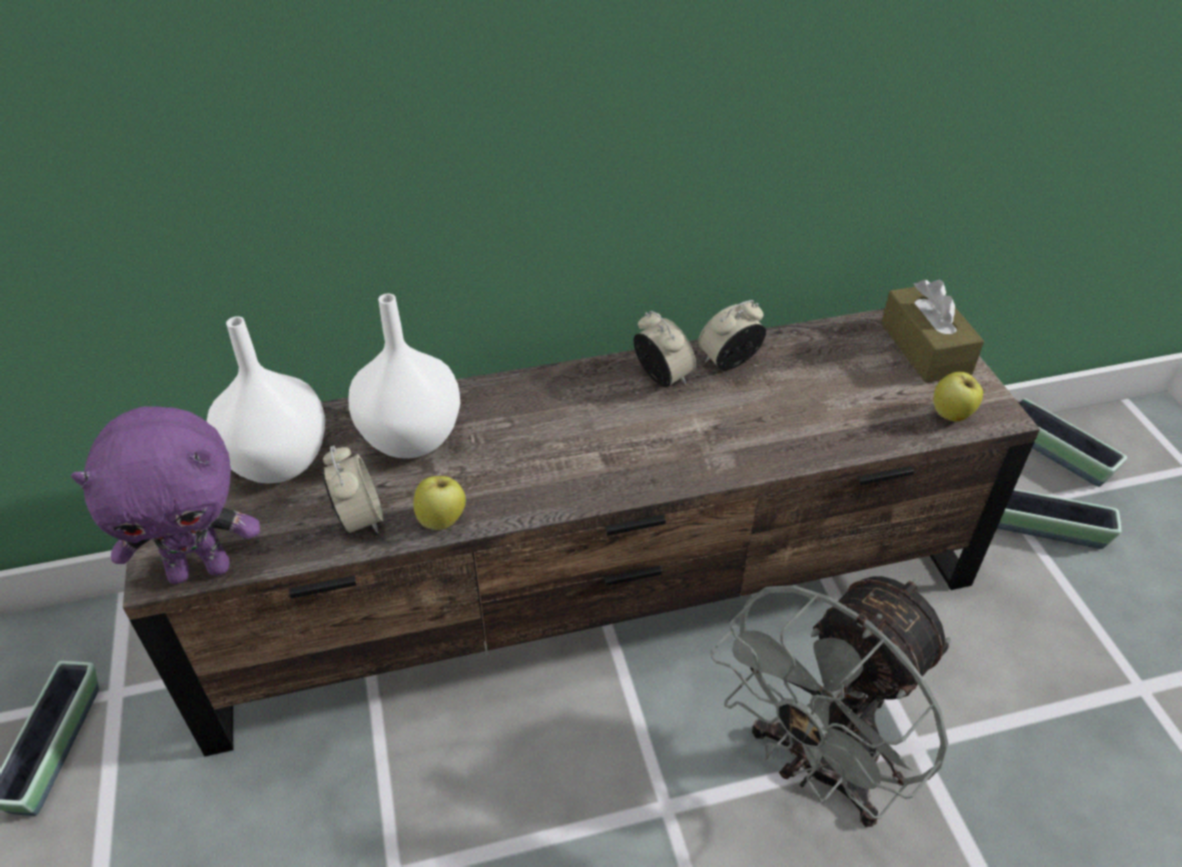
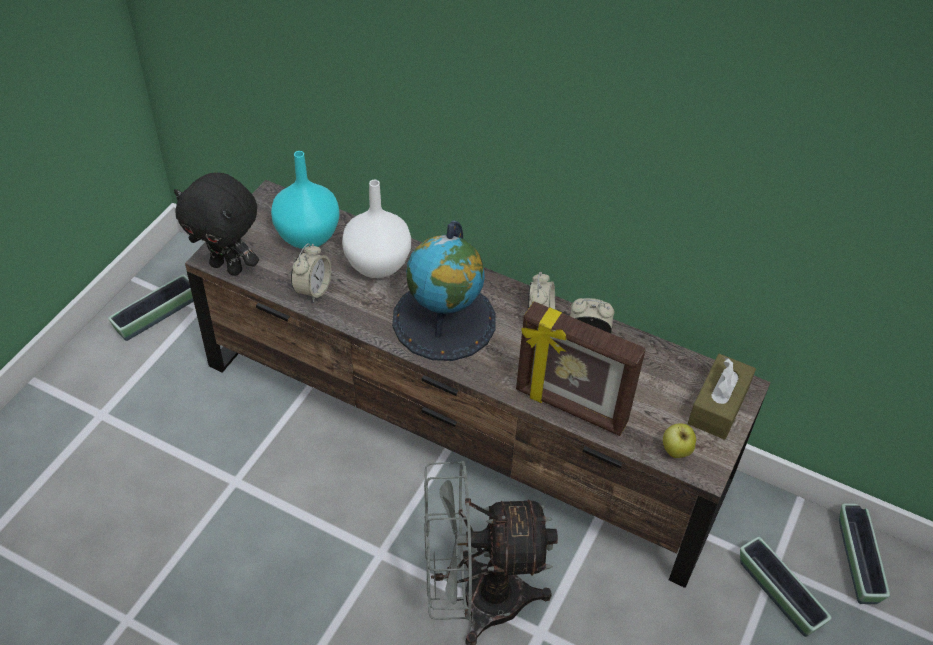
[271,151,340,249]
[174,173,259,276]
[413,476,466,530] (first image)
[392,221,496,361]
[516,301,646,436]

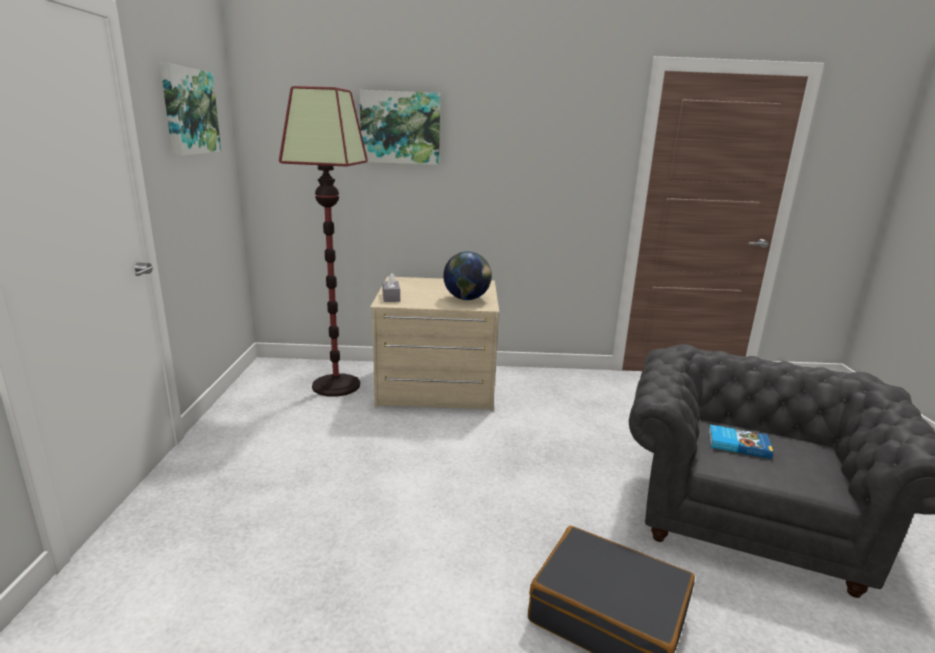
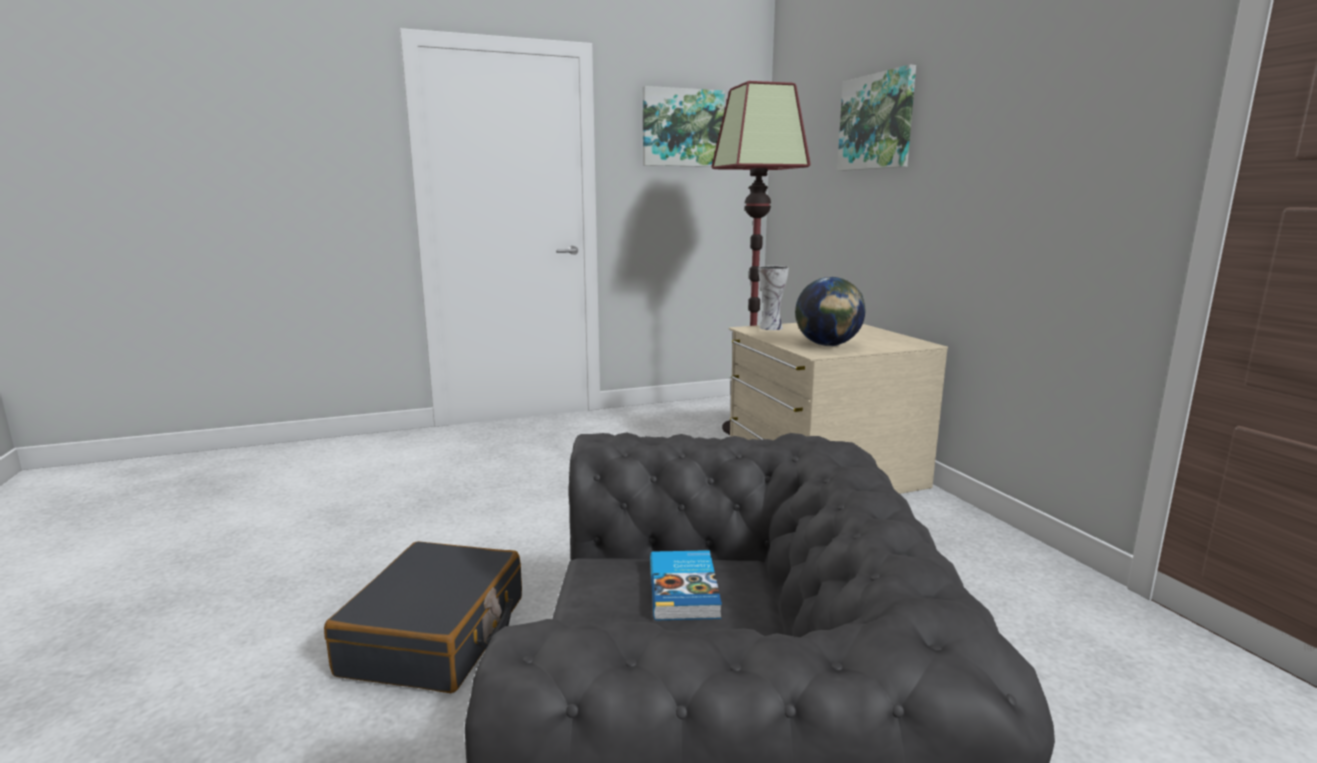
[758,266,789,330]

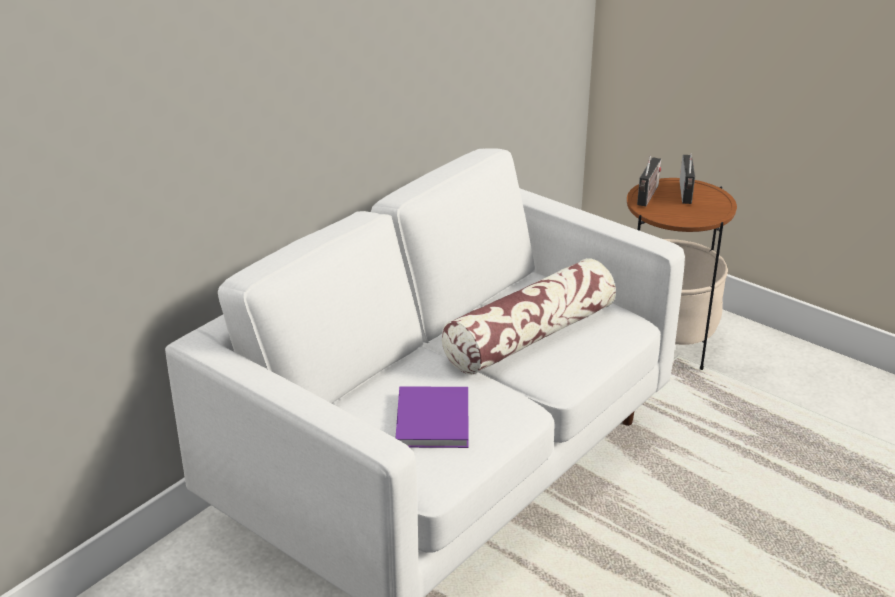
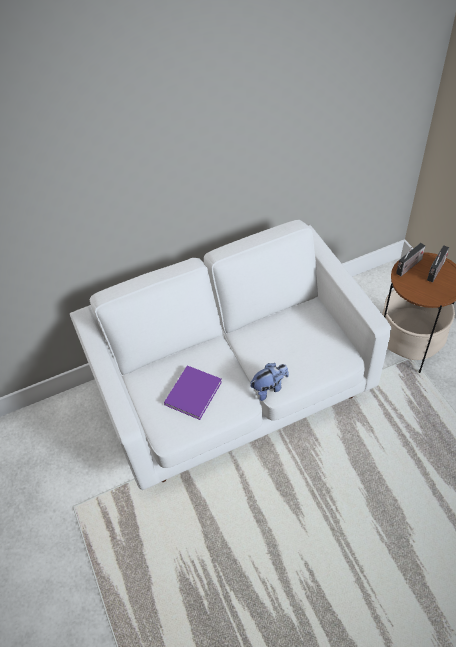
[442,258,616,375] (first image)
[250,363,289,401]

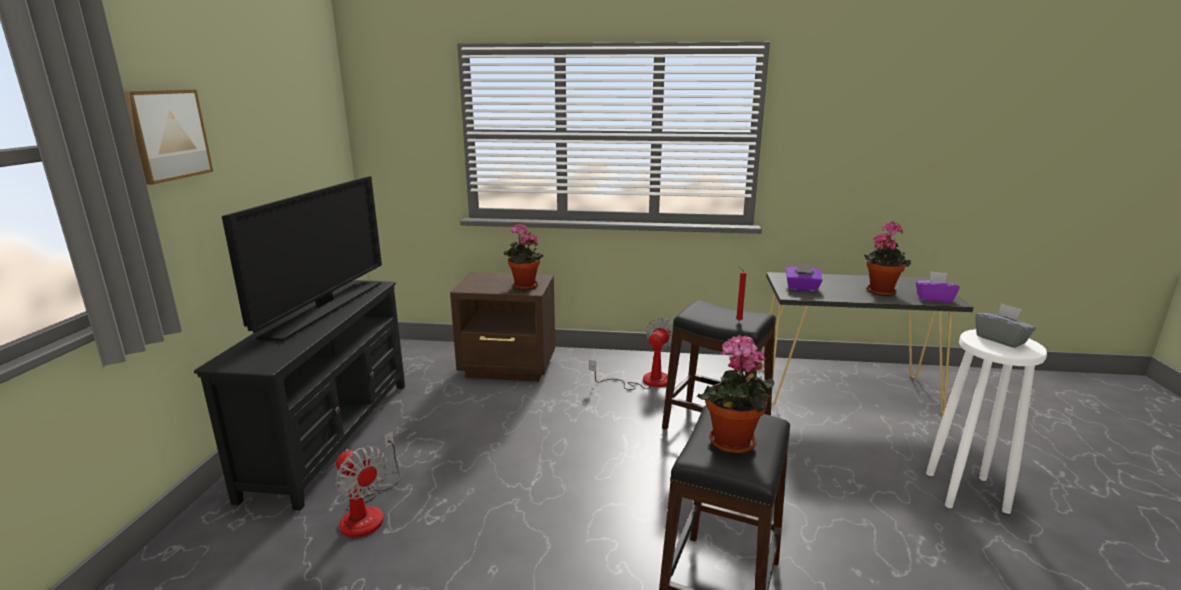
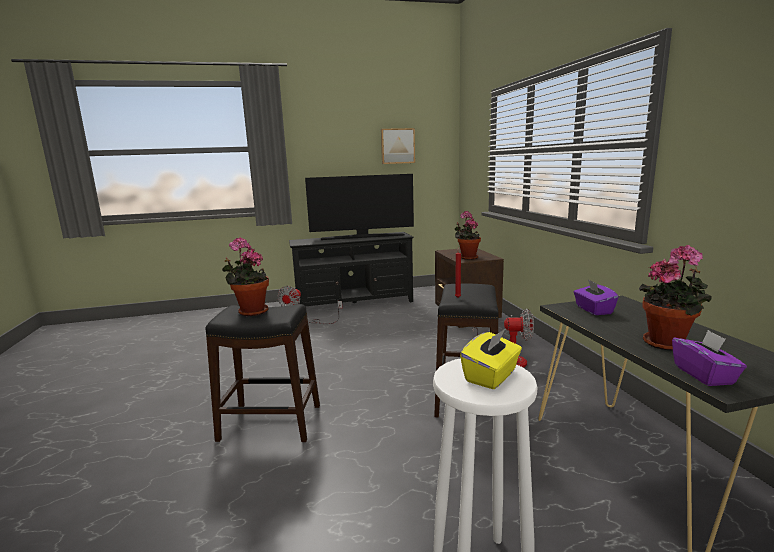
[381,128,415,164]
[460,328,522,389]

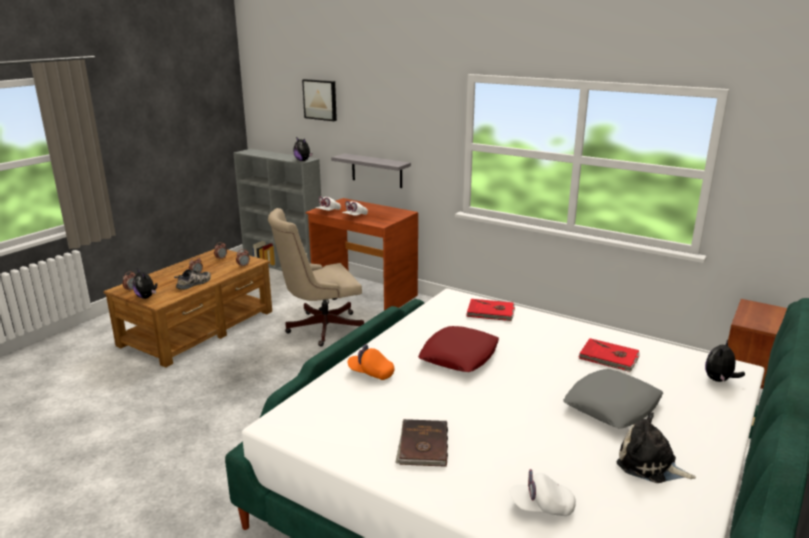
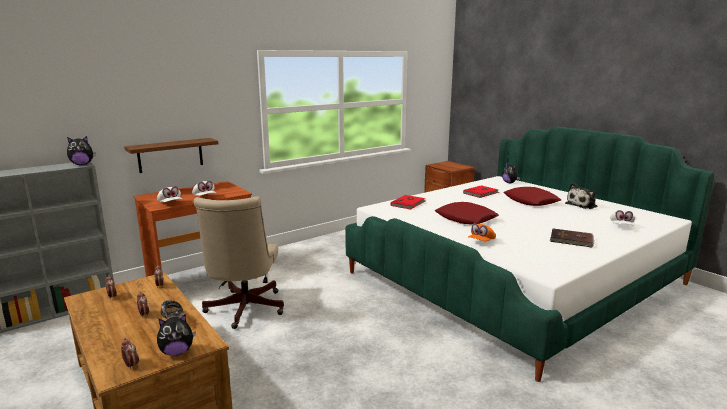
[302,79,337,121] (first image)
[124,138,218,173]
[504,187,561,206]

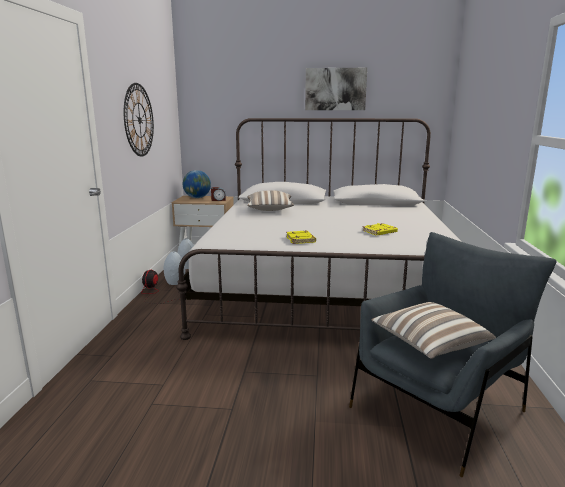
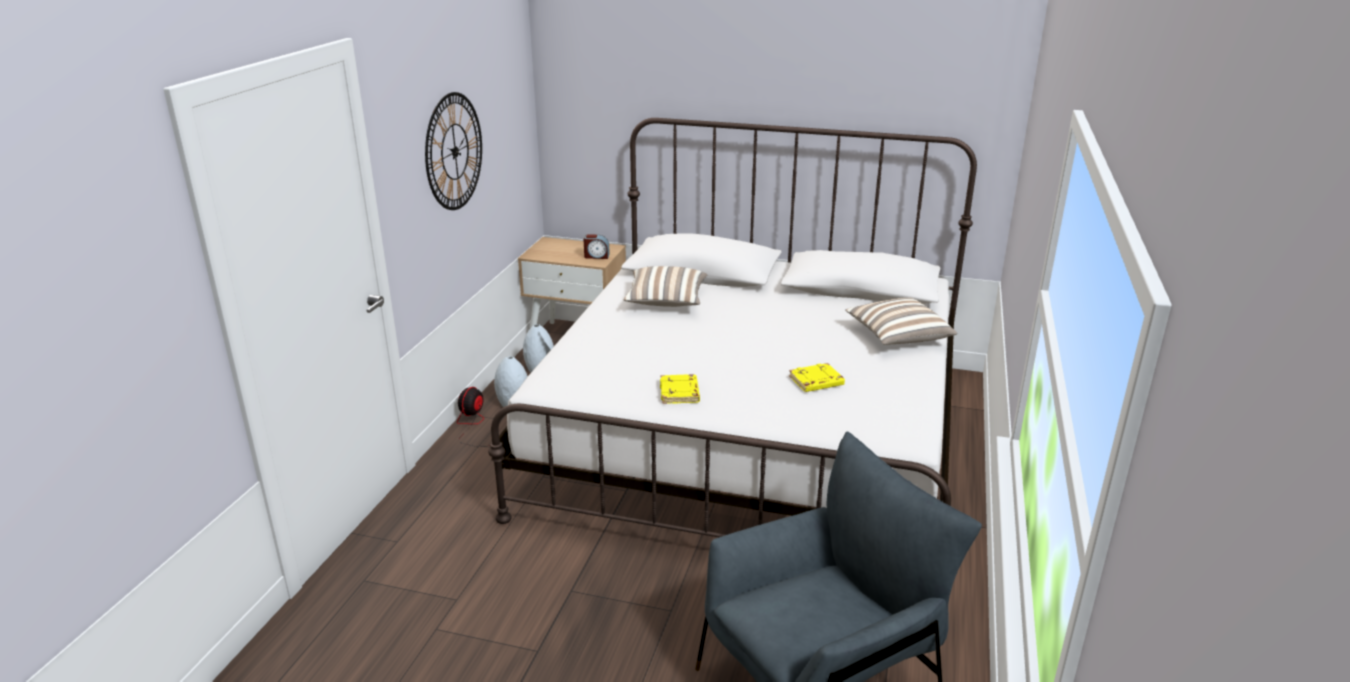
[305,68,367,110] (first image)
[182,170,211,198] (first image)
[846,298,957,345]

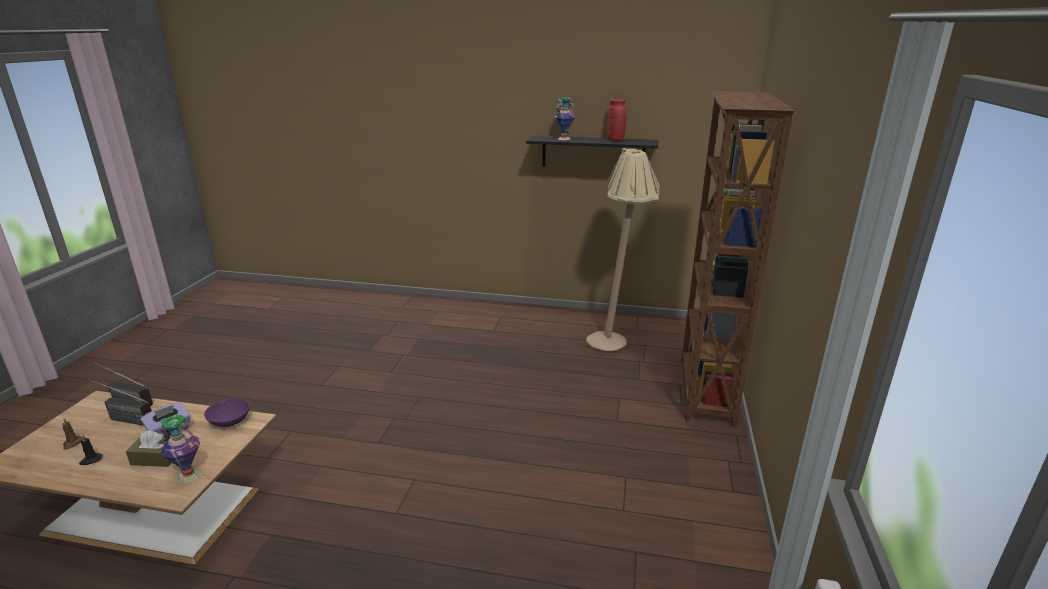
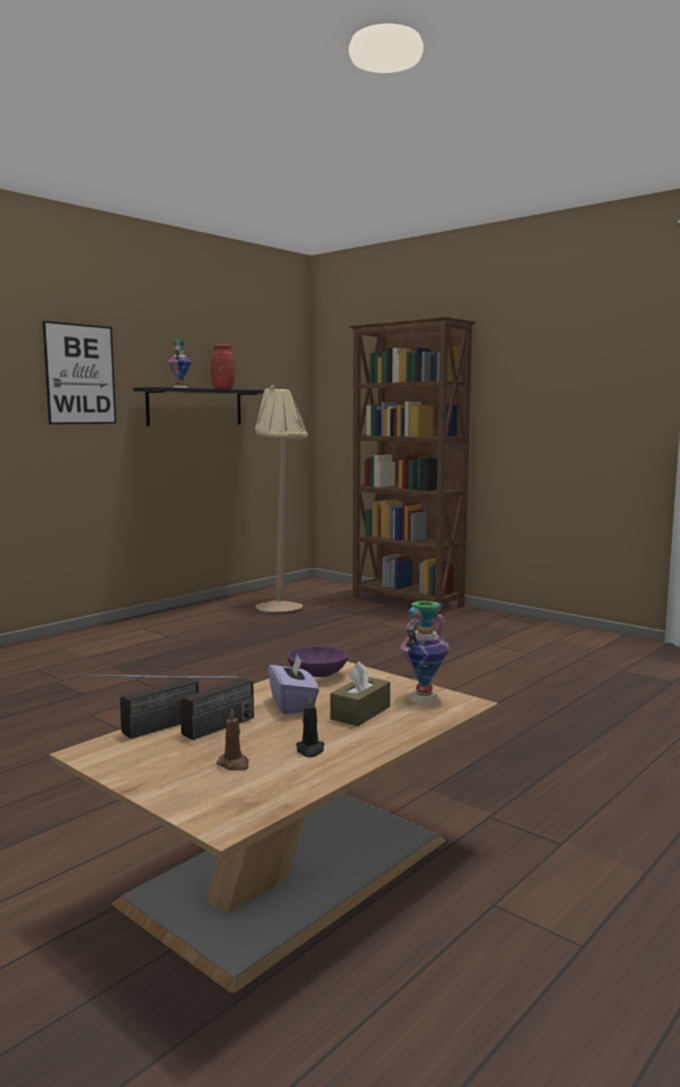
[43,321,116,424]

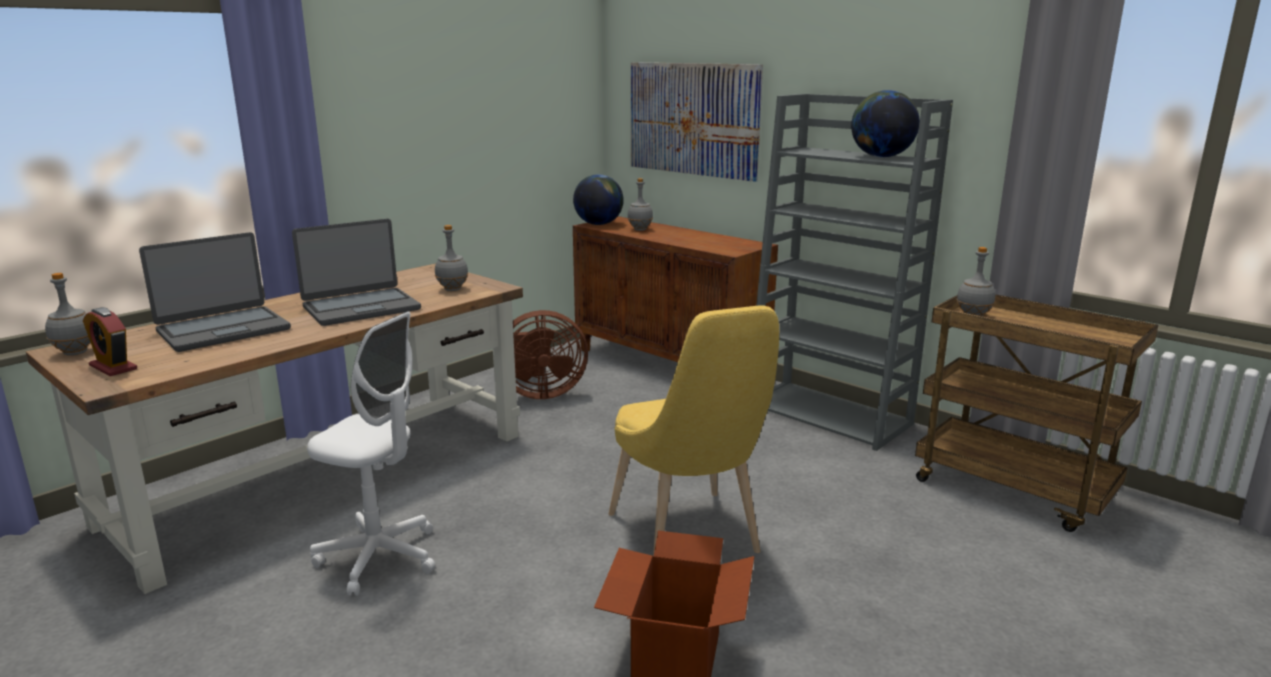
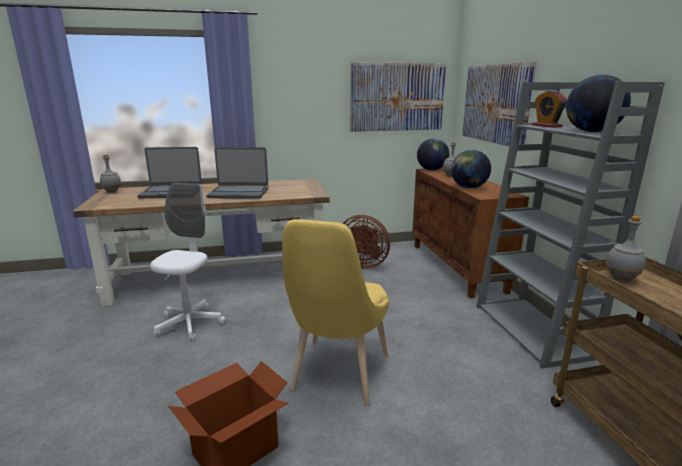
[435,225,468,291] (first image)
[532,90,567,128]
[150,183,225,341]
[350,62,446,132]
[451,150,491,188]

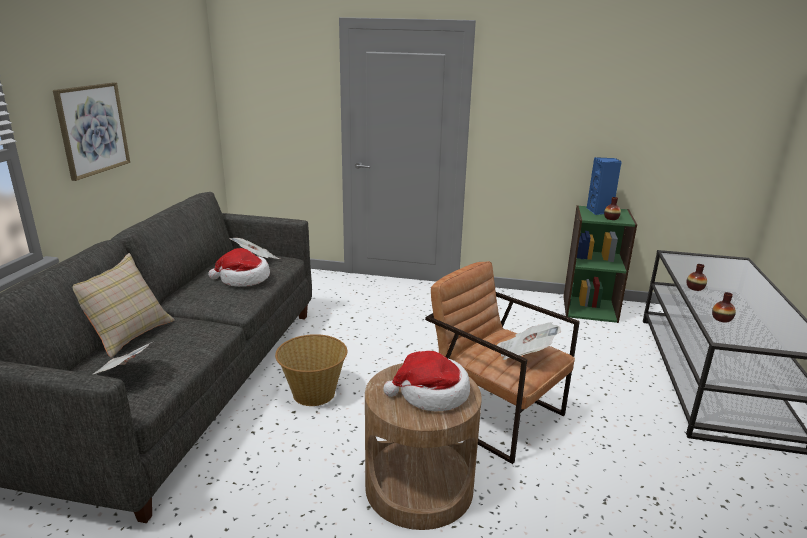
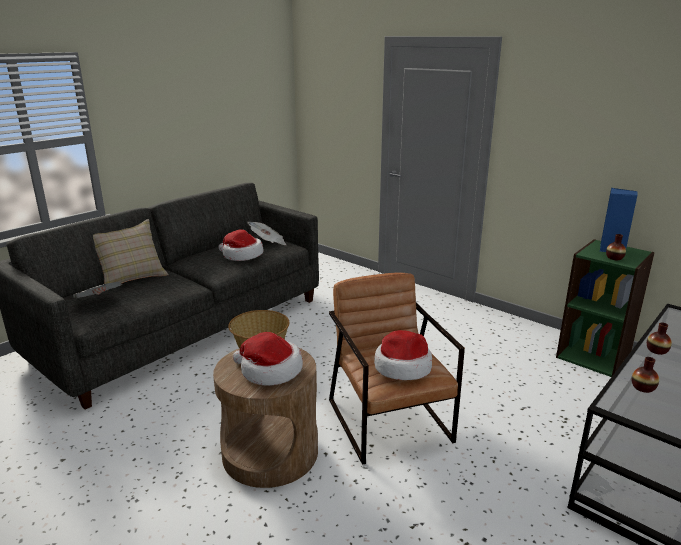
[53,82,130,181] (first image)
[374,330,432,380]

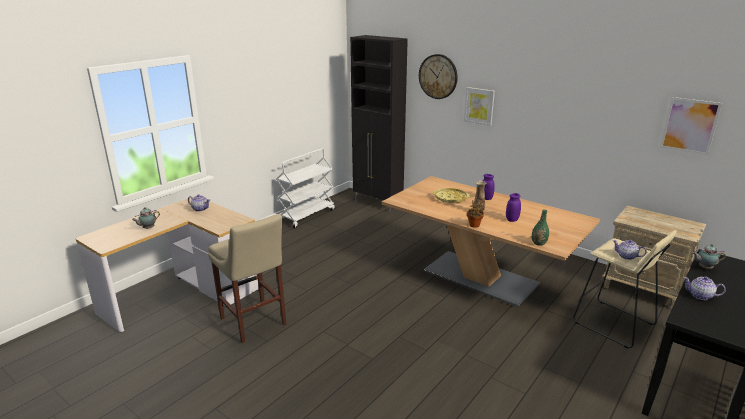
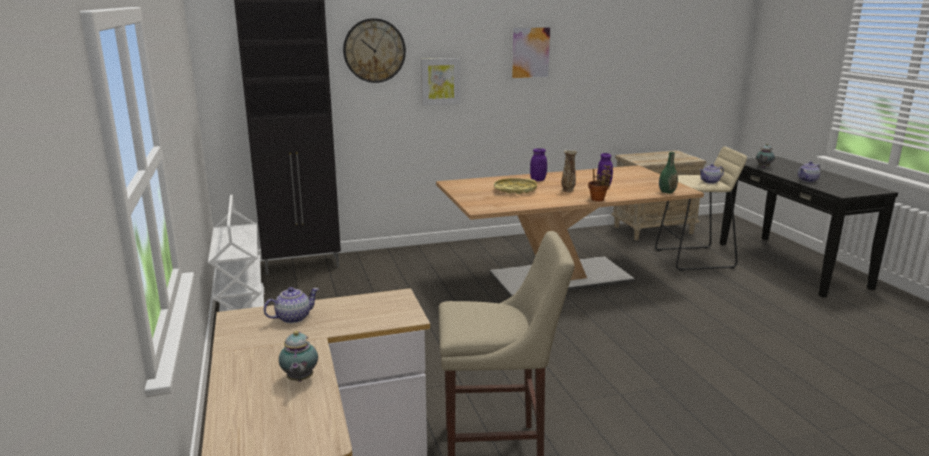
[509,25,553,81]

